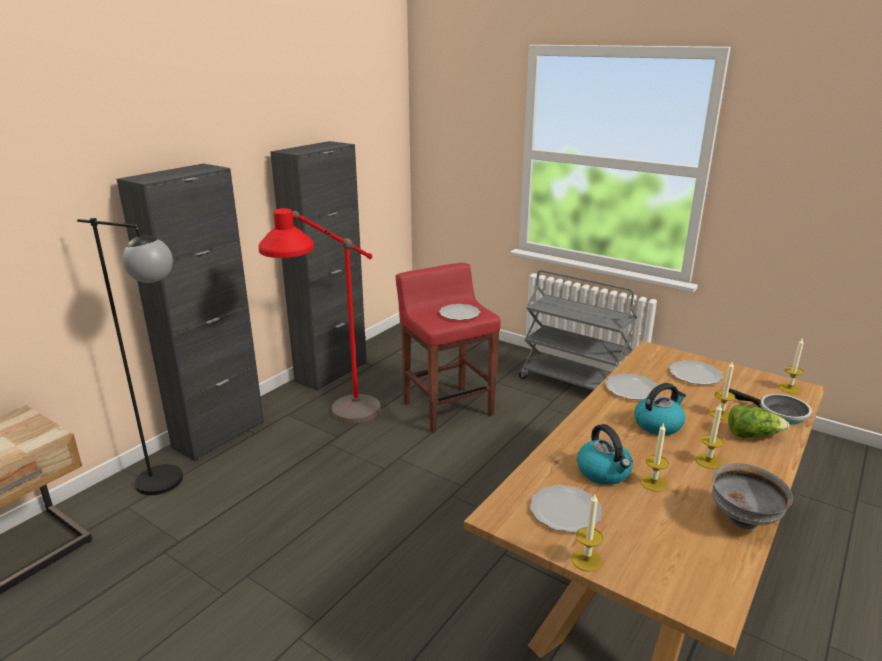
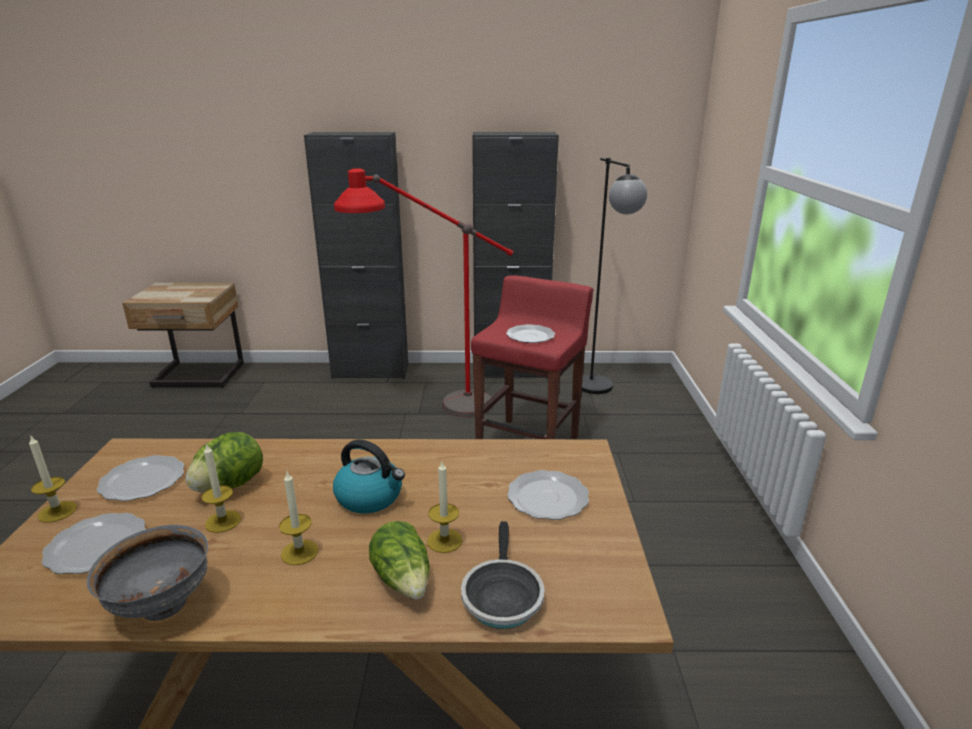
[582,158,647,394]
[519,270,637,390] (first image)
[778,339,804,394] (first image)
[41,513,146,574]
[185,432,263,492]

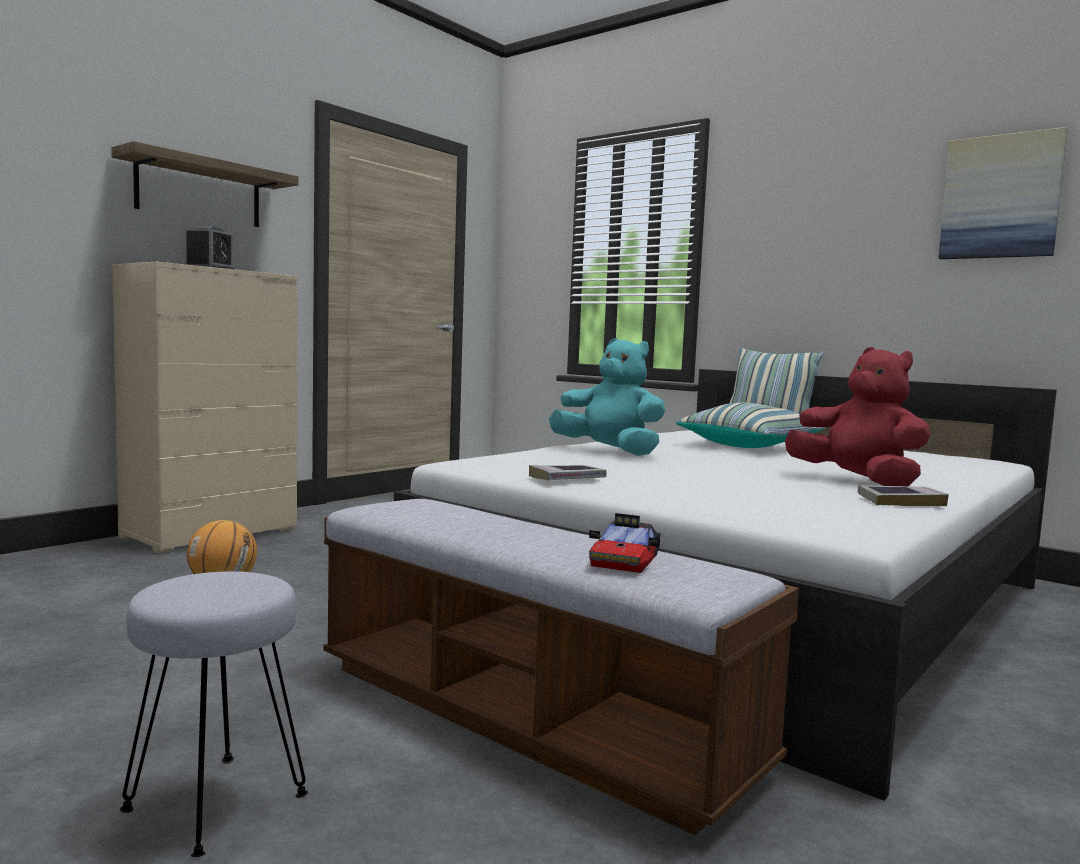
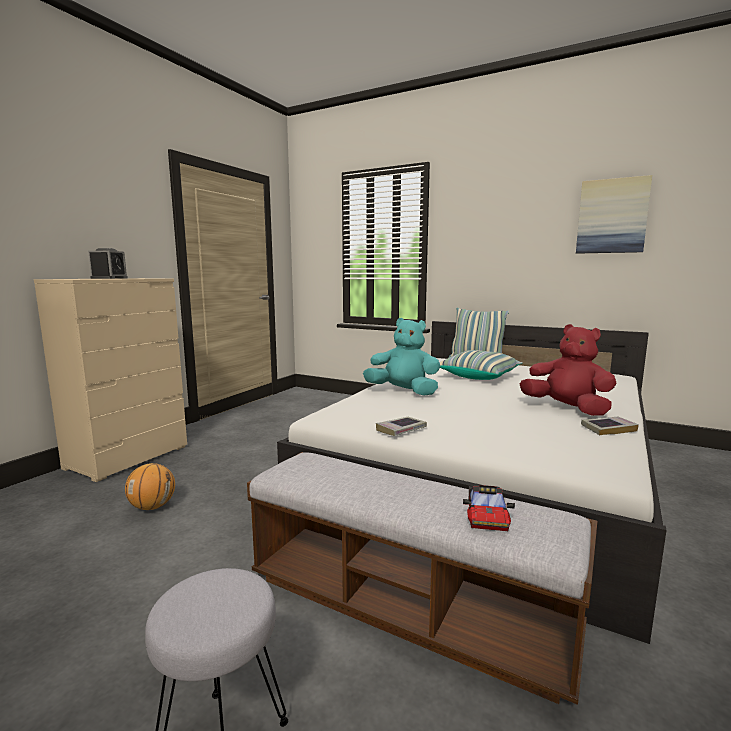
[111,141,299,227] (first image)

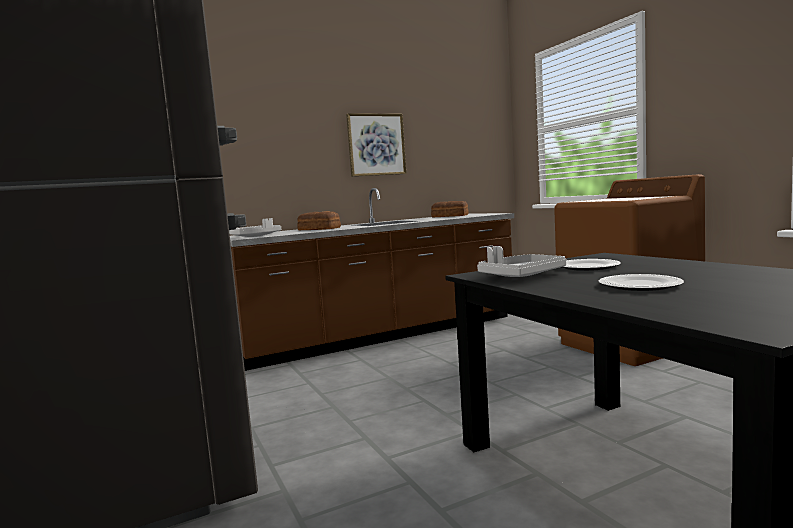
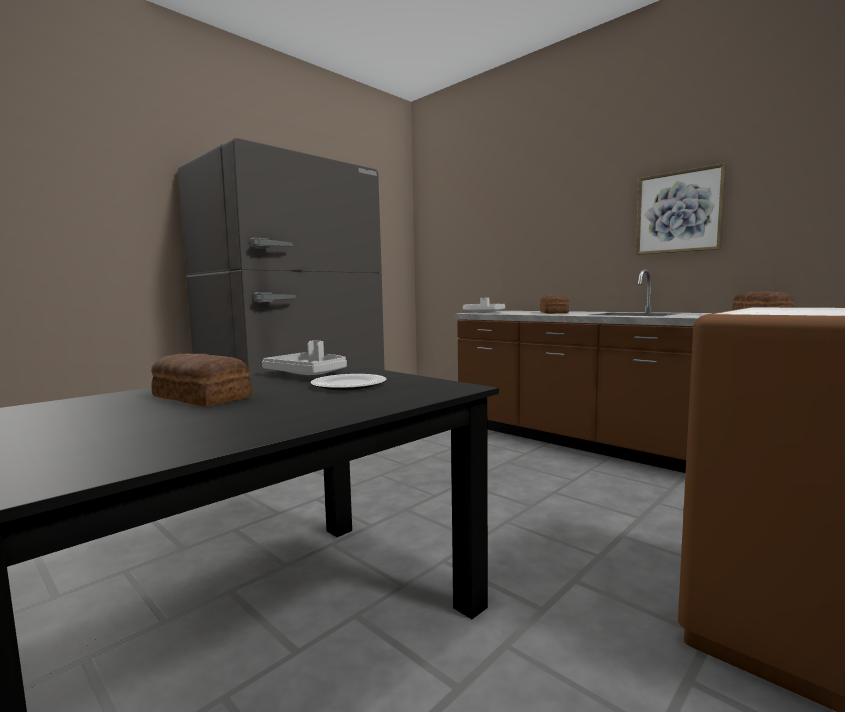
[151,353,253,406]

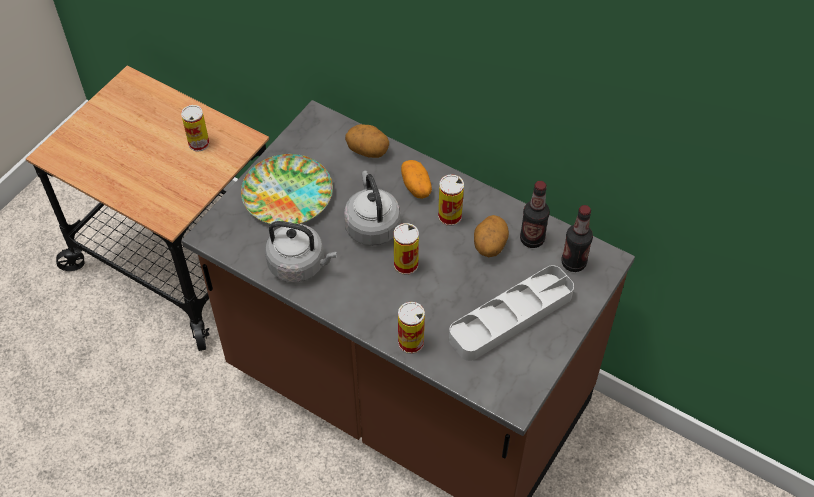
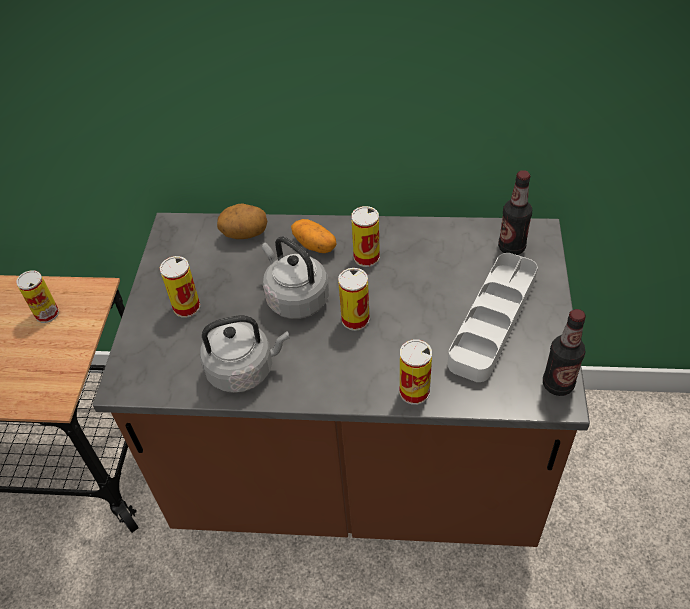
[160,256,201,318]
[543,309,586,396]
[474,215,509,257] (first image)

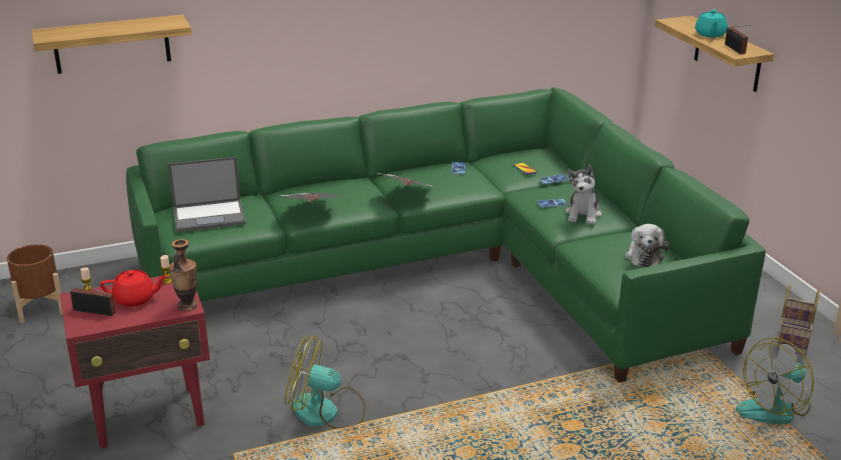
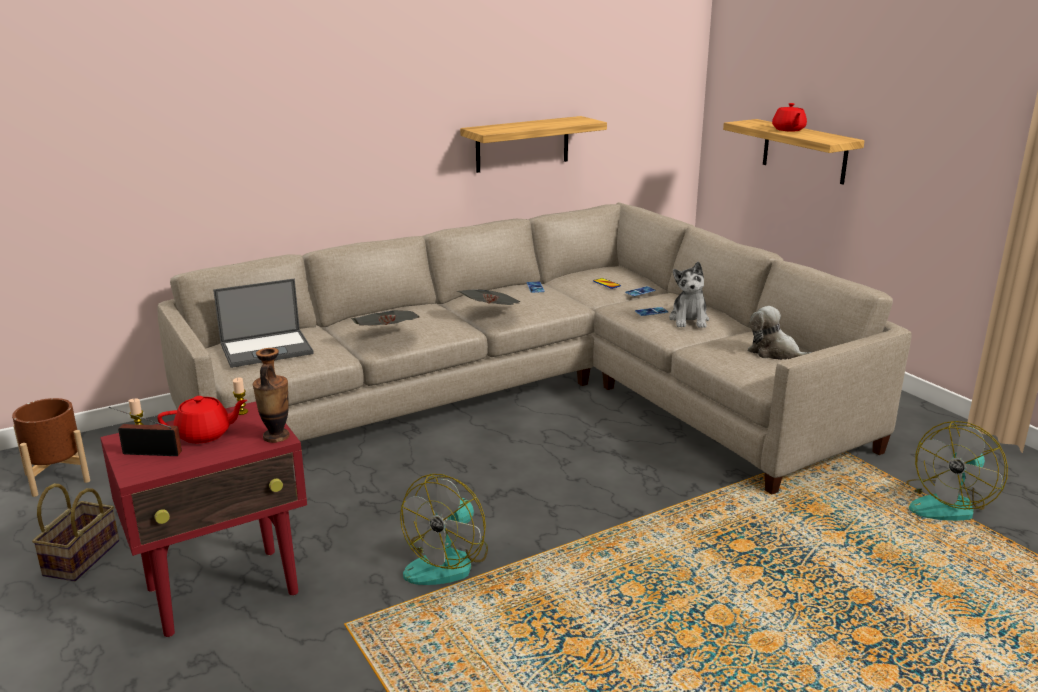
[772,103,807,131]
[460,116,607,173]
[725,25,751,54] (first image)
[157,202,912,495]
[747,306,812,360]
[32,484,119,581]
[400,474,488,585]

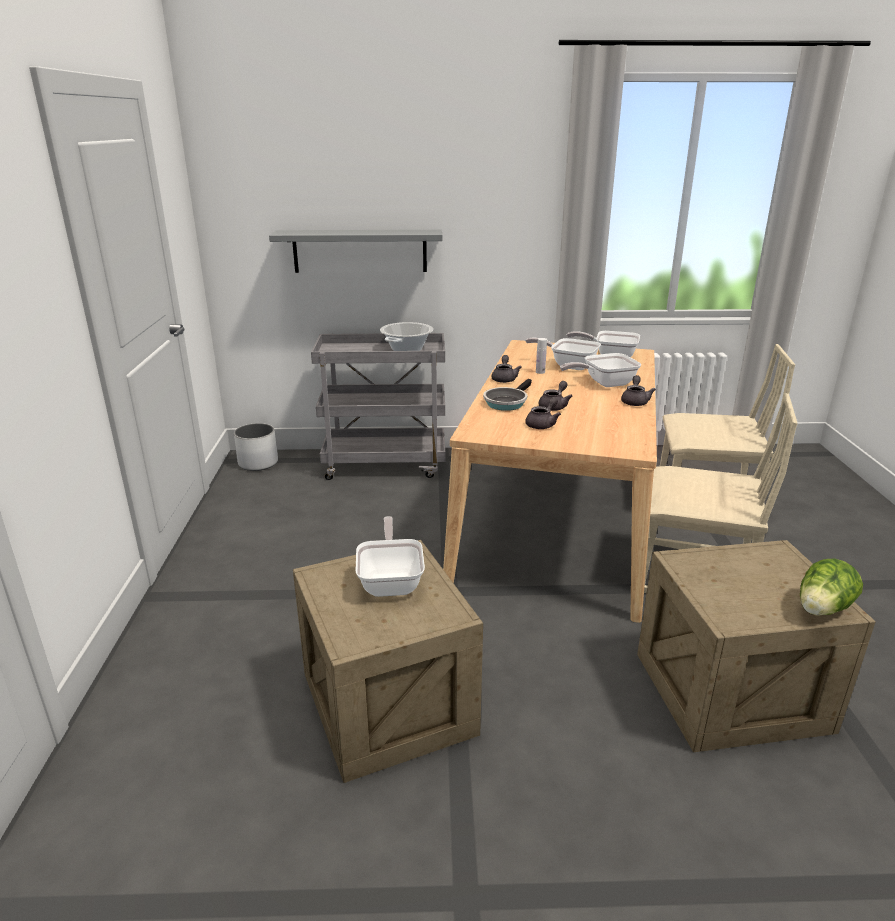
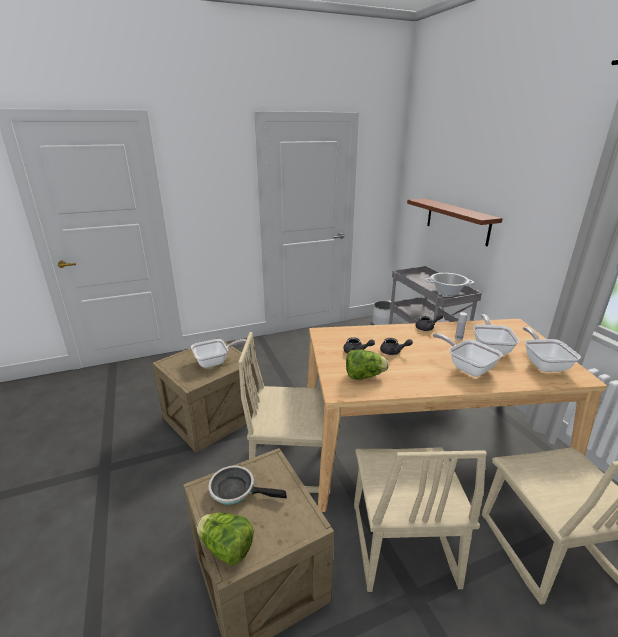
[407,199,503,246]
[621,375,656,406] (first image)
[208,466,287,505]
[238,332,330,494]
[346,349,389,380]

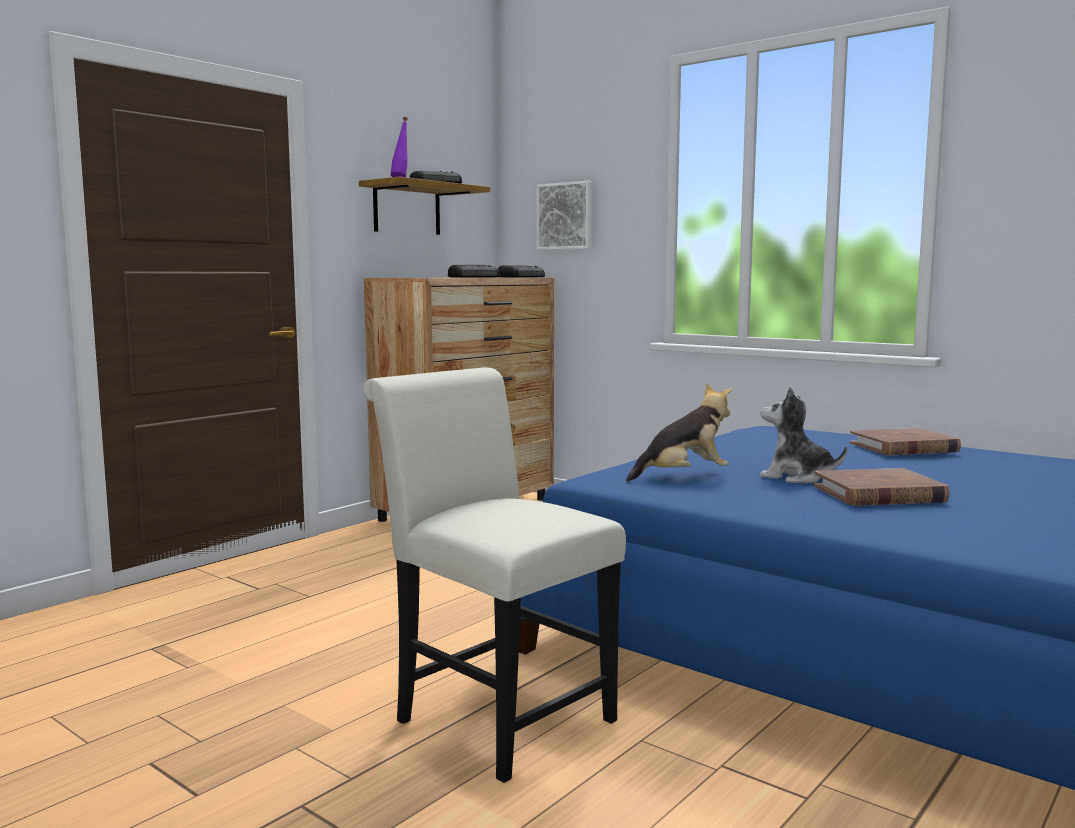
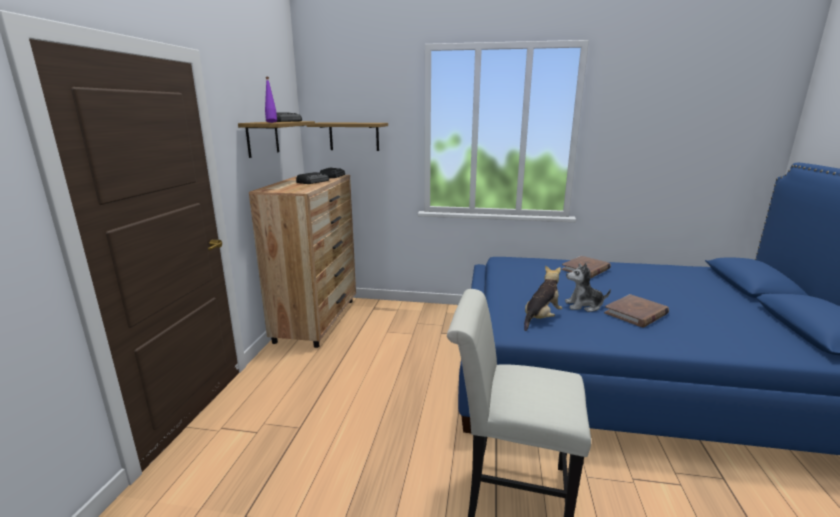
[307,122,388,151]

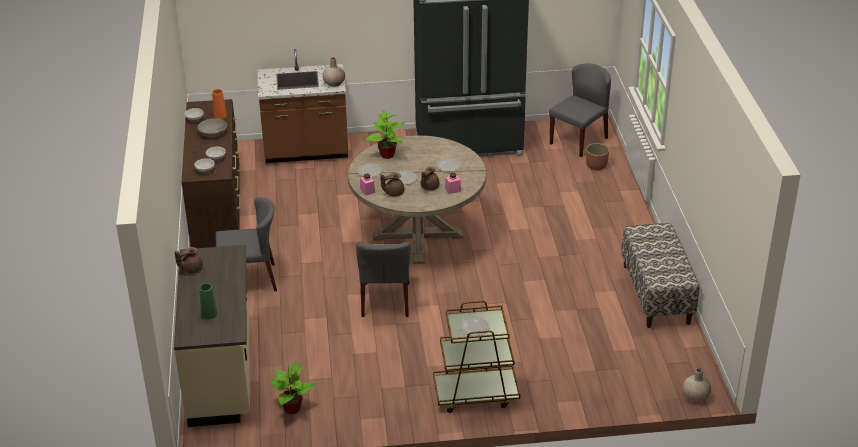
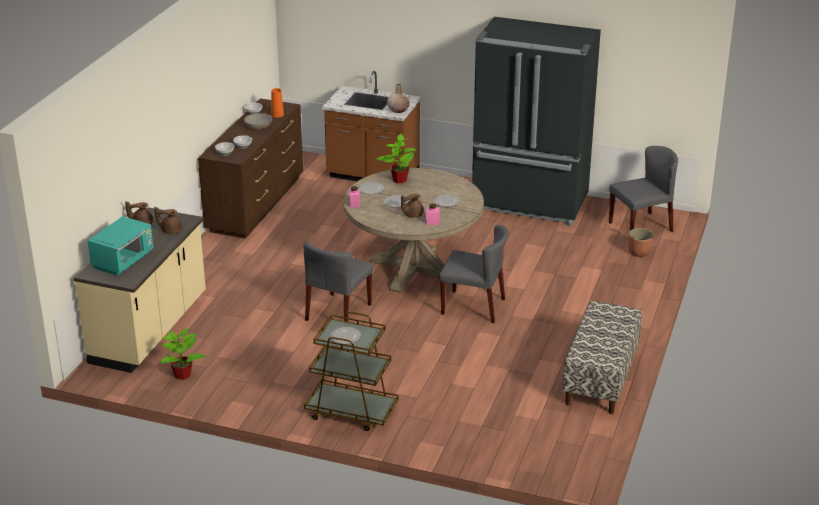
[154,207,182,234]
[439,225,509,323]
[87,216,153,275]
[683,368,711,402] (first image)

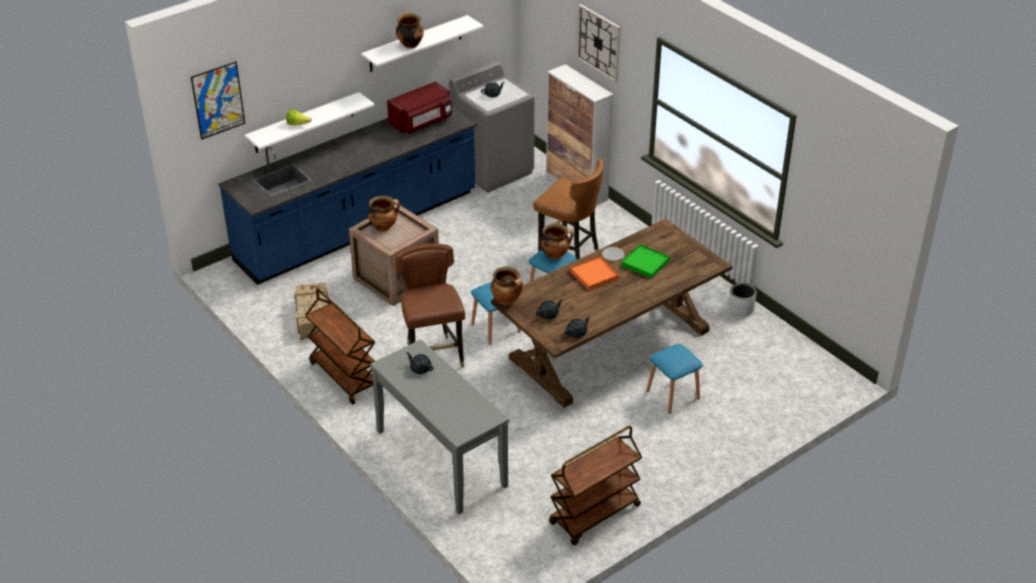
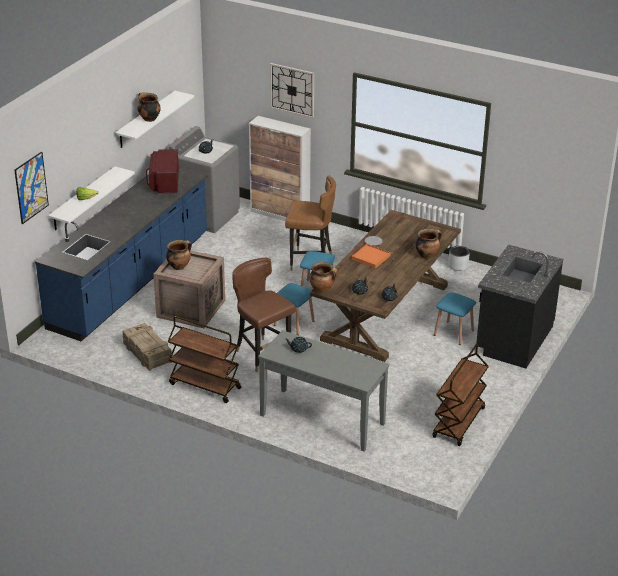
[146,149,179,194]
[415,229,442,259]
[621,244,670,278] (first image)
[476,244,563,369]

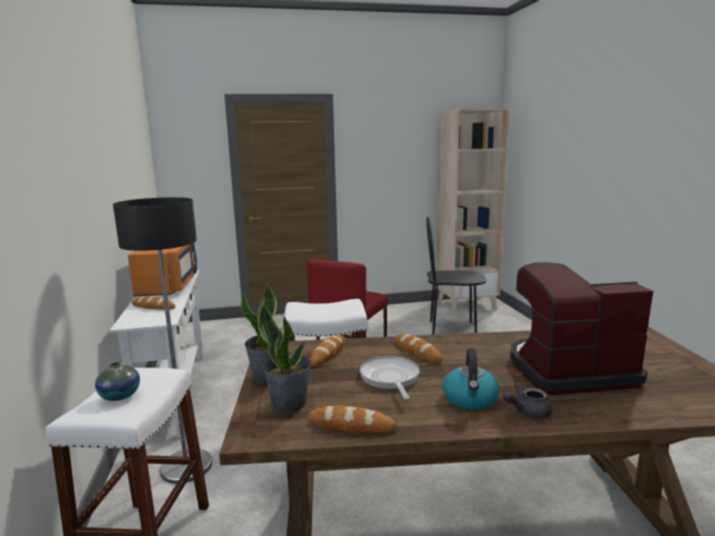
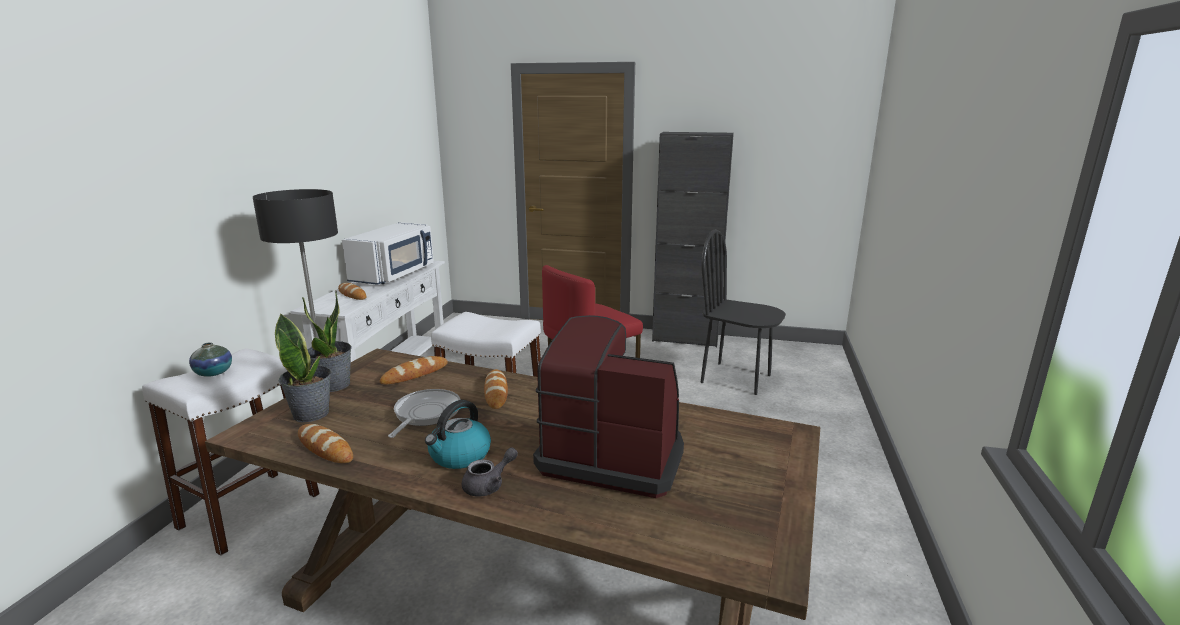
[437,108,510,314] (first image)
[342,222,434,285]
[462,447,518,497]
[652,132,734,347]

